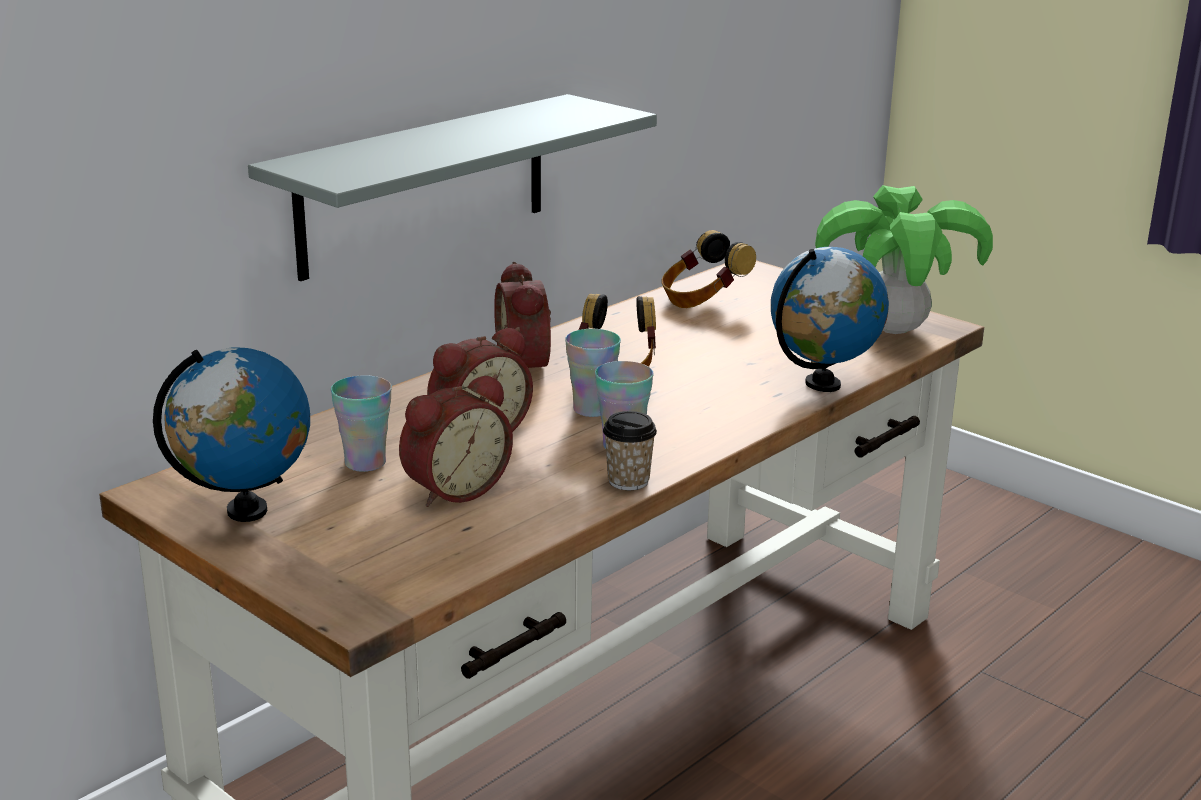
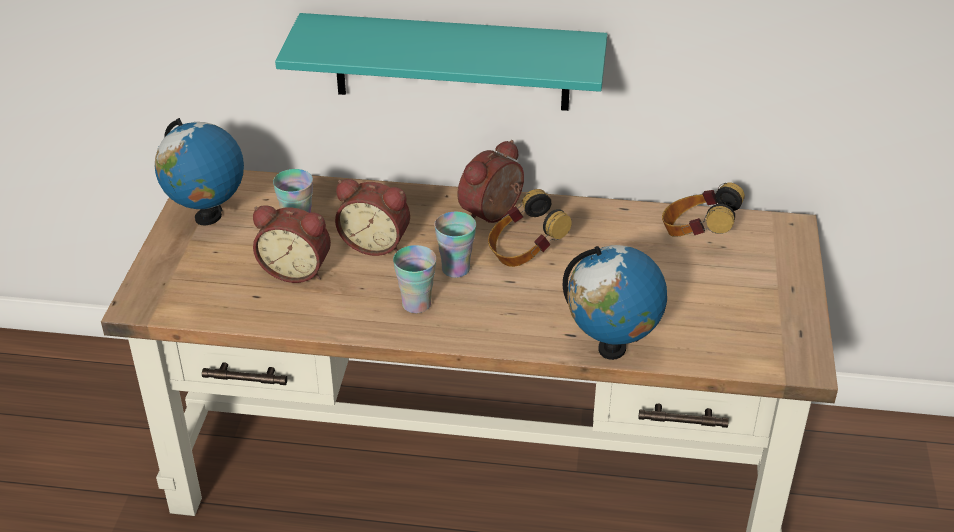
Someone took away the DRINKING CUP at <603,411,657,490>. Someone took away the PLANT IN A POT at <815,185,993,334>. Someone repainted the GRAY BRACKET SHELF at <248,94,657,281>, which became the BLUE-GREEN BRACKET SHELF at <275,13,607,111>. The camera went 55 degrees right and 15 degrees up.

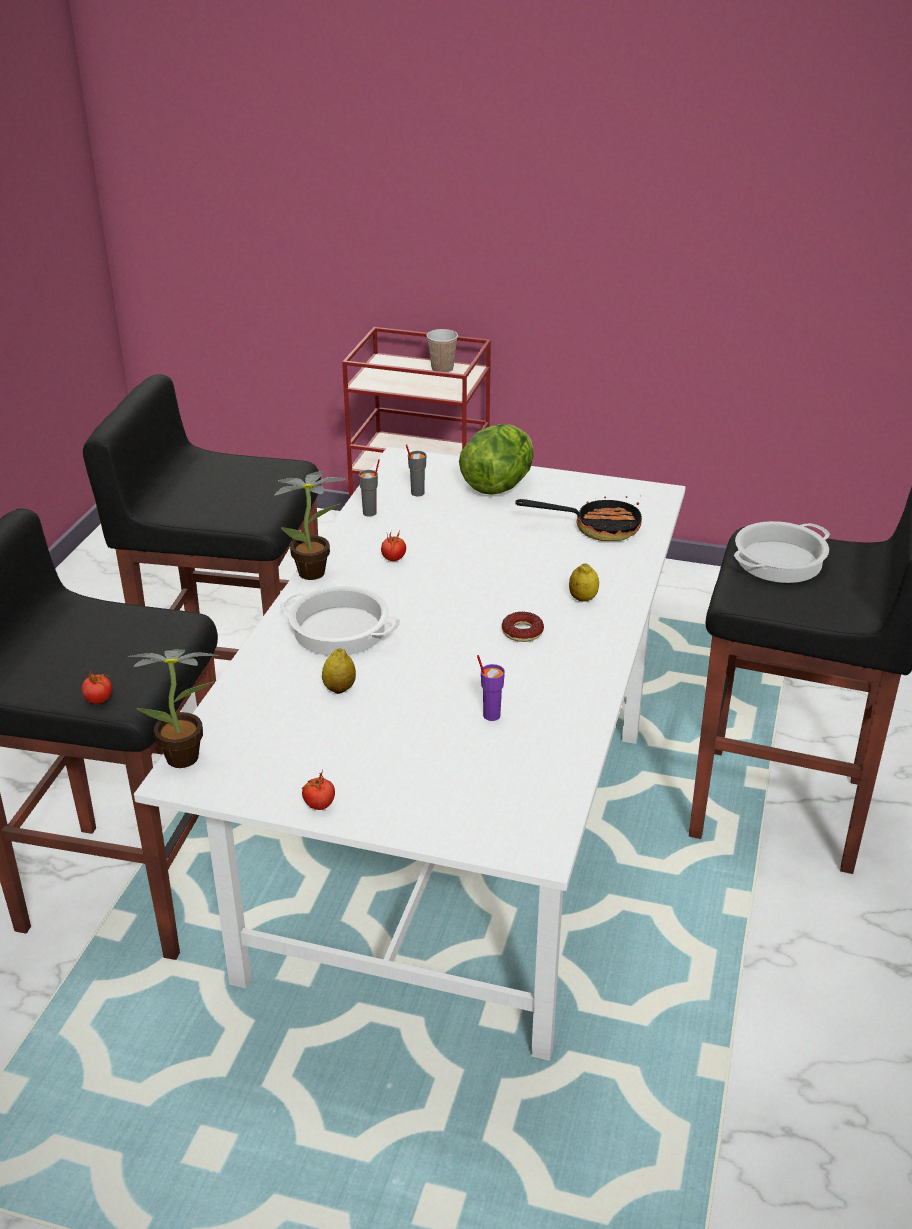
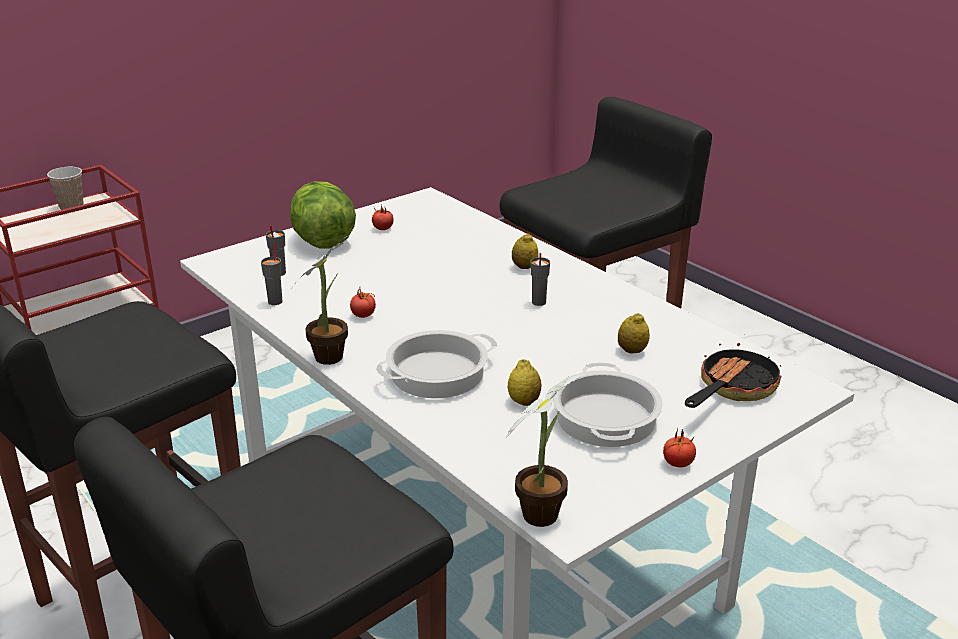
Someone carried the WHOLE TOMATO from <82,669,112,704> to <372,205,394,230>. Someone carried the FRYING PAN from <515,496,642,541> to <685,334,782,408>. Someone carried the STOCKPOT from <734,521,830,583> to <553,363,663,447>. Someone swapped the PURPLISH DRINKING CUP at <477,655,505,721> for the LEMON at <618,313,650,353>. Someone swapped the RING DOUGHNUT at <502,612,544,642> for the GRAY DRINKING CUP at <530,253,550,306>. The camera went 55 degrees left and 5 degrees down.

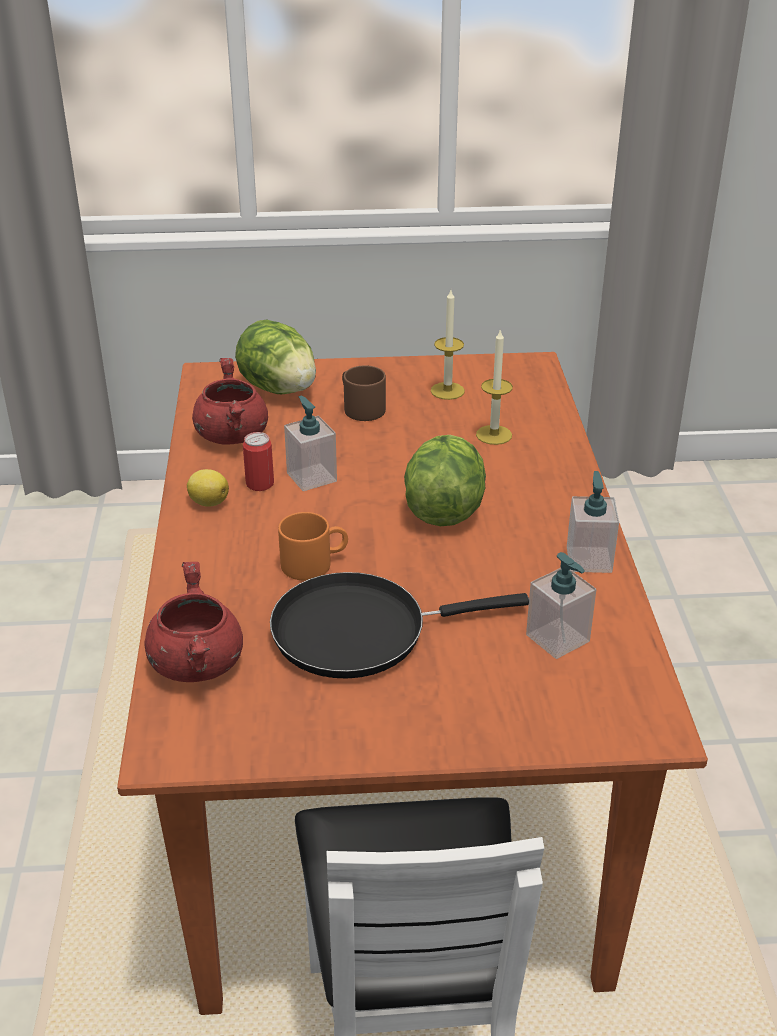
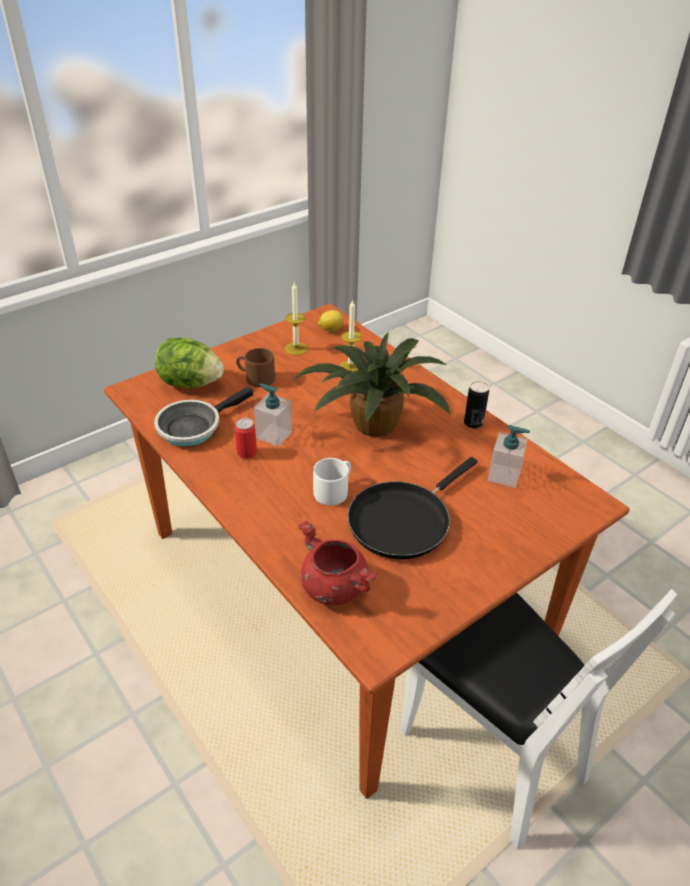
Someone carried the LEMON from <187,469,229,507> to <318,310,343,332>. Someone swapped the RED-COLOURED STOCKPOT at <192,358,268,444> for the FRYING PAN at <154,386,253,447>. Someone swapped the LETTUCE HEAD at <404,435,486,526> for the PLANT IN A POT at <291,331,451,437>. Someone swapped the SOAP DISPENSER at <567,471,619,573> for the CAN at <464,381,489,429>. Someone repainted the ORANGEY COFFEE MUG at <278,512,348,580>, which became the WHITISH COFFEE MUG at <313,458,351,506>. The camera went 35 degrees left and 5 degrees up.

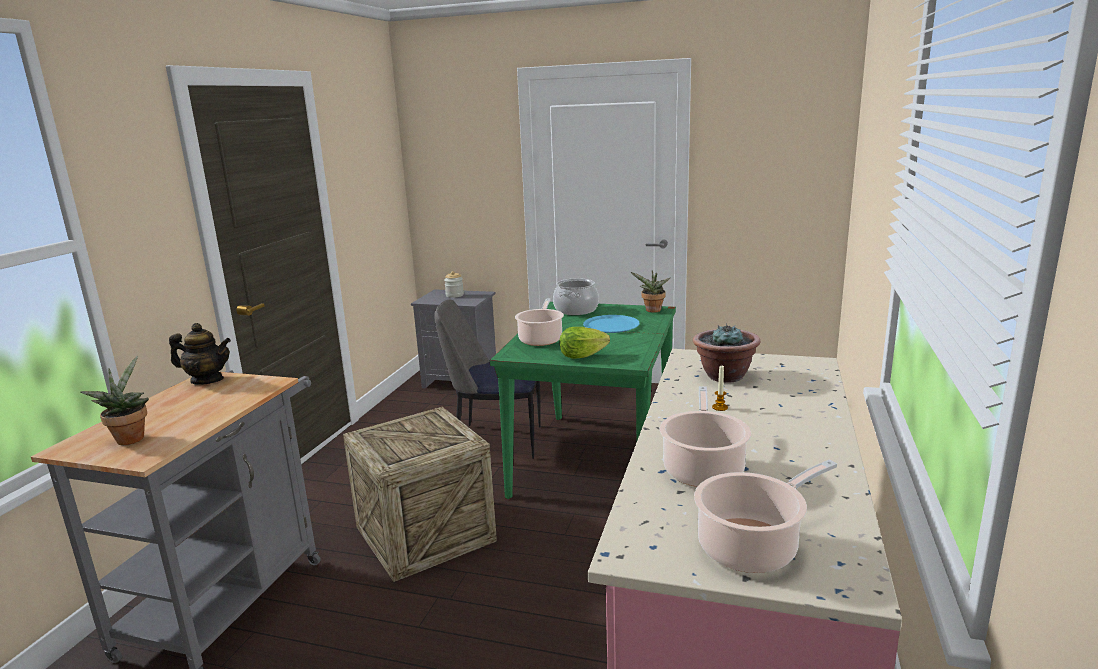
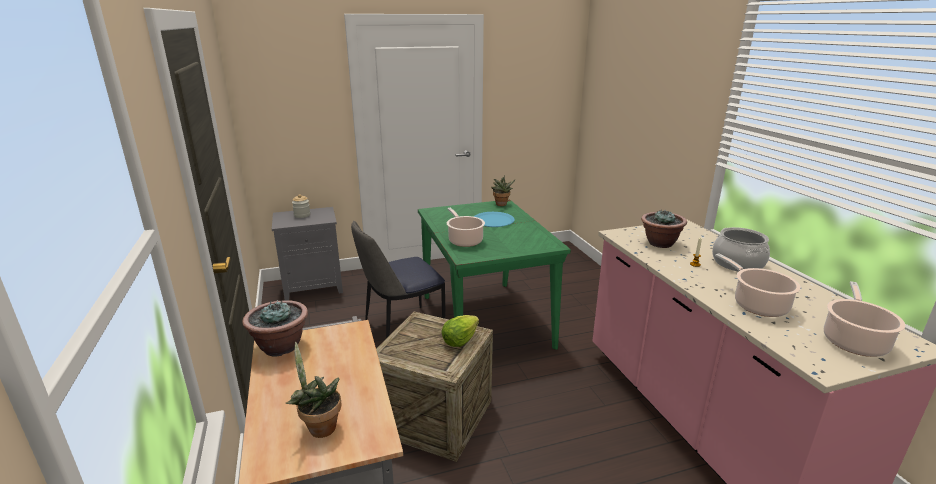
Someone carried the STOCKPOT from <553,278,599,315> to <712,227,770,272>. Someone carried the LETTUCE HEAD from <559,327,610,359> to <442,315,479,347>. Someone swapped the TEA POT at <169,323,231,385> for the PLANT IN A POT at <242,300,308,356>. The camera went 35 degrees left and 5 degrees up.

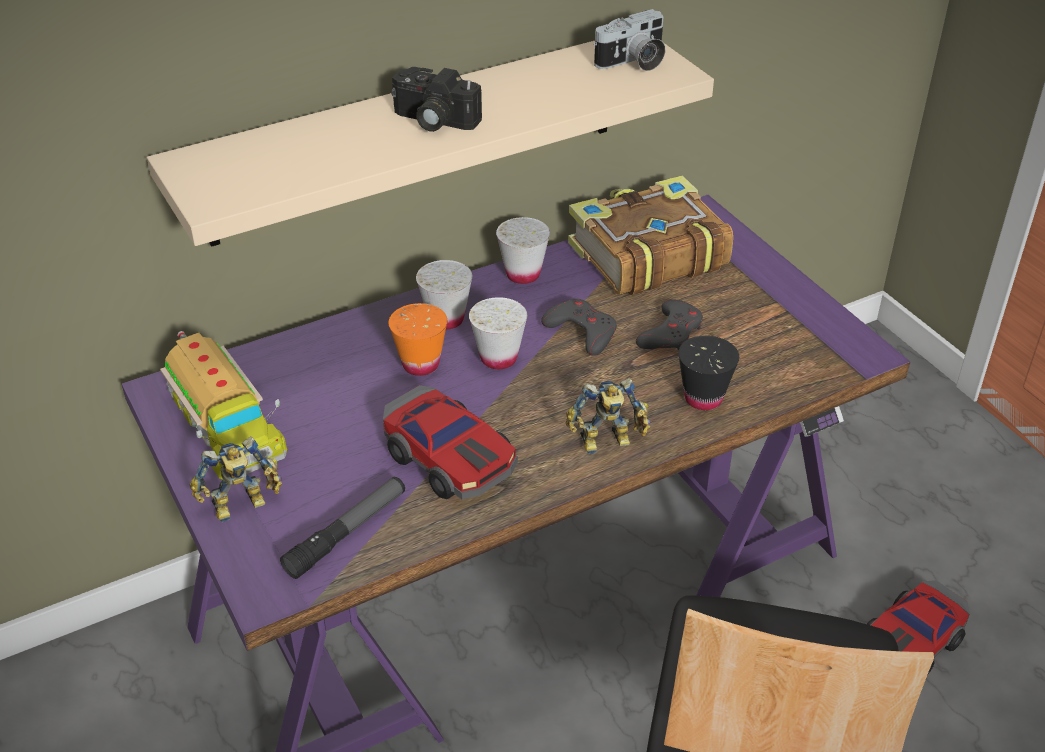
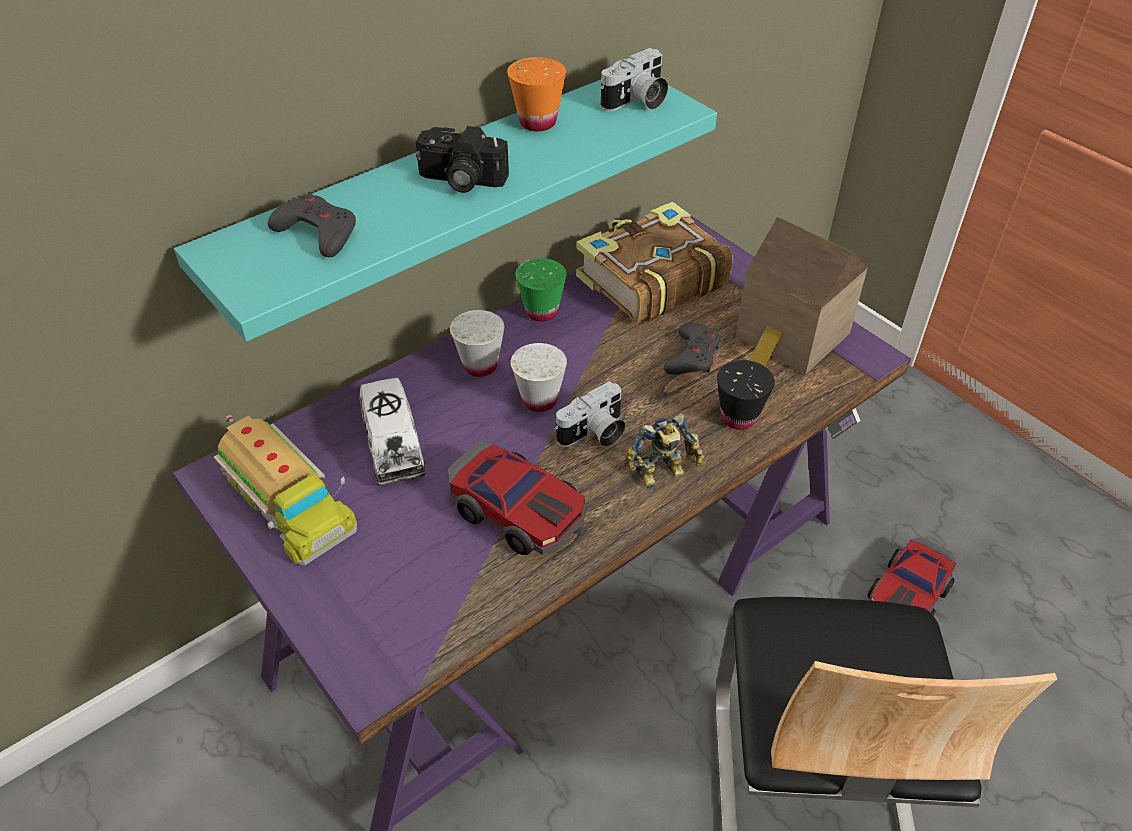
Someone took away the TOY ROBOT at <190,436,282,522>. Someone took away the HAND TORCH at <280,477,405,579>. Someone put down the TOY TRUCK at <359,378,426,486>. Someone put down the STILL CAMERA at <555,381,626,447>. Someone put down the MODEL HOUSE at <736,217,868,375>. Someone carried the ORANGEY DRINKING CUP from <389,303,447,376> to <507,57,566,131>. Someone carried the GRAY JOYPAD from <541,299,617,356> to <268,194,356,257>. Someone repainted the SAND-COLOURED BRACKET SHELF at <147,41,714,247>, which became the BLUE-GREEN BRACKET SHELF at <174,80,717,342>. Someone repainted the WHITISH DRINKING CUP at <496,217,550,284>, which became the GREEN DRINKING CUP at <515,258,567,322>. The camera went 10 degrees left and 5 degrees up.

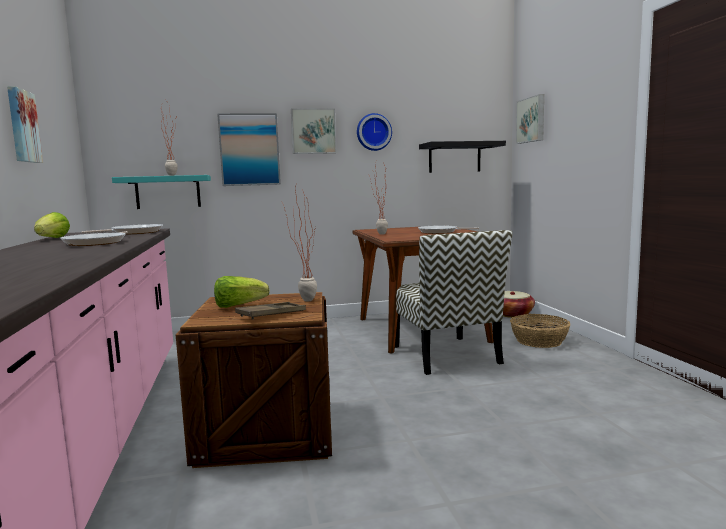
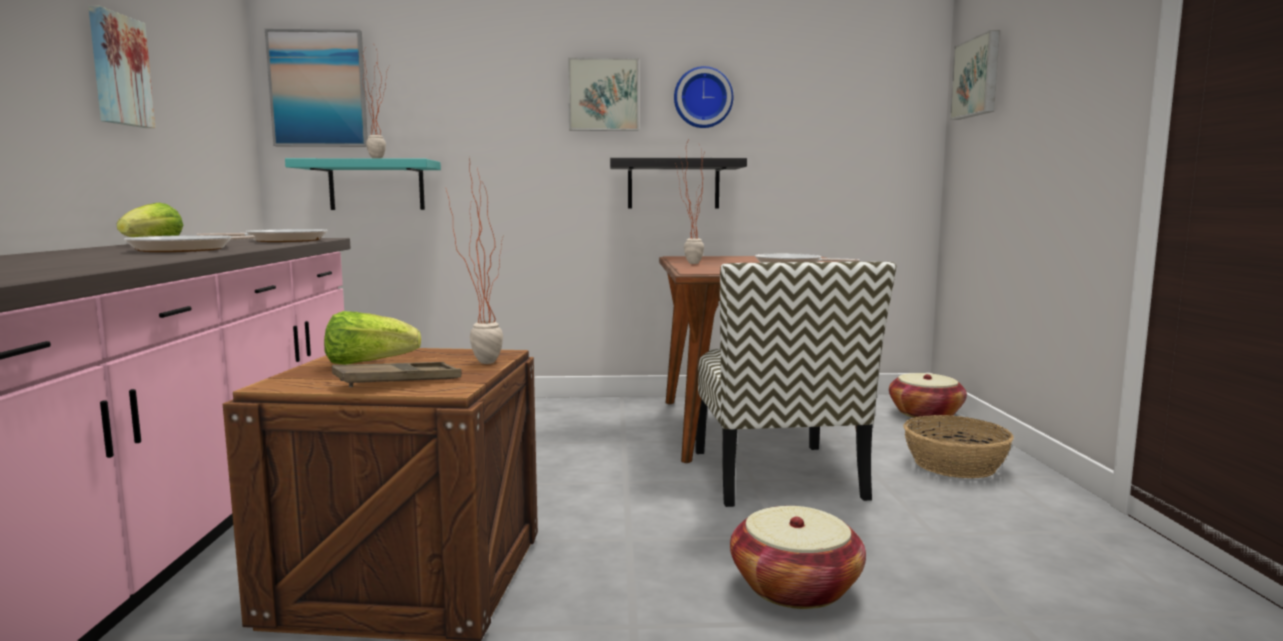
Someone put down the STORAGE BASKET at <730,506,866,609>. Someone carried the WALL PICTURE from <217,113,281,186> to <265,29,368,147>. Someone carried the BLACK-COLOURED BRACKET SHELF from <419,141,506,173> to <610,158,747,209>. The camera went 10 degrees right and 0 degrees up.

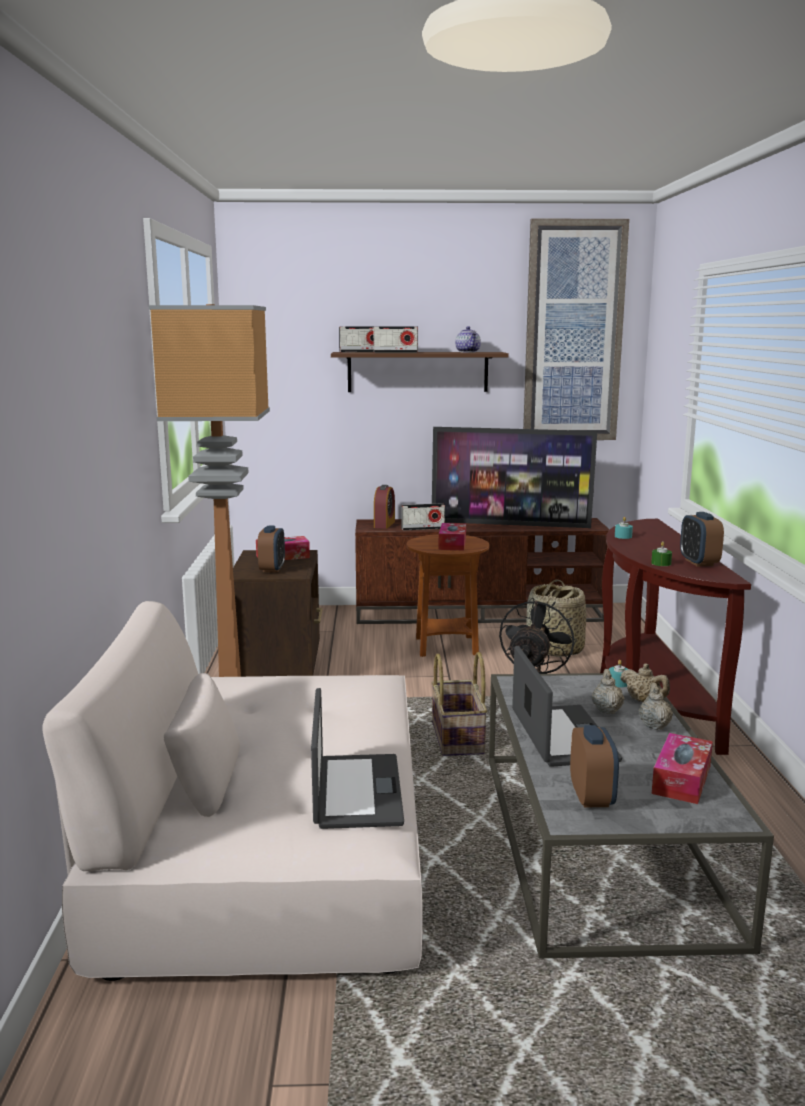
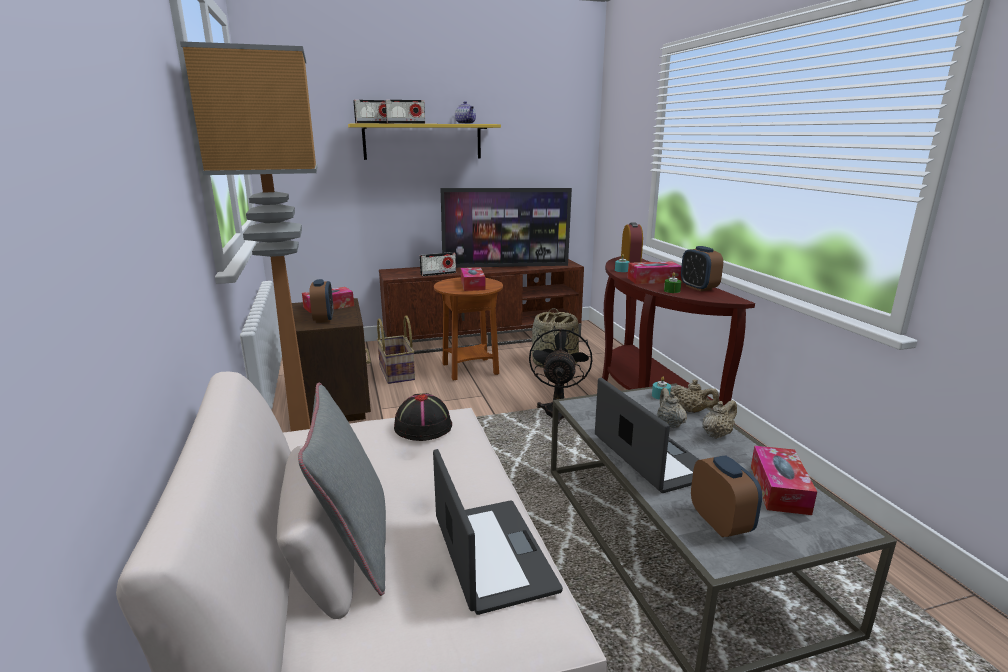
Someone took away the WALL PICTURE at <523,219,629,440>. Someone put down the GRAY THROW PILLOW at <298,382,386,596>. Someone put down the BLACK-COLOURED CLOTHING HAT at <394,393,452,441>. Someone put down the BOX OF TISSUES at <628,261,682,284>. Someone carried the ALARM CLOCK from <374,485,395,529> to <621,223,643,263>. Someone carried the STORAGE BASKET from <431,652,488,756> to <377,315,415,384>. Someone repainted the BROWN-COLOURED BRACKET SHELF at <331,352,509,392>, which became the YELLOW-COLOURED BRACKET SHELF at <348,124,501,160>. Someone rotated the SAND-COLOURED TEA POT at <639,683,673,730> by 60 degrees clockwise. The camera went 15 degrees left and 5 degrees up.

